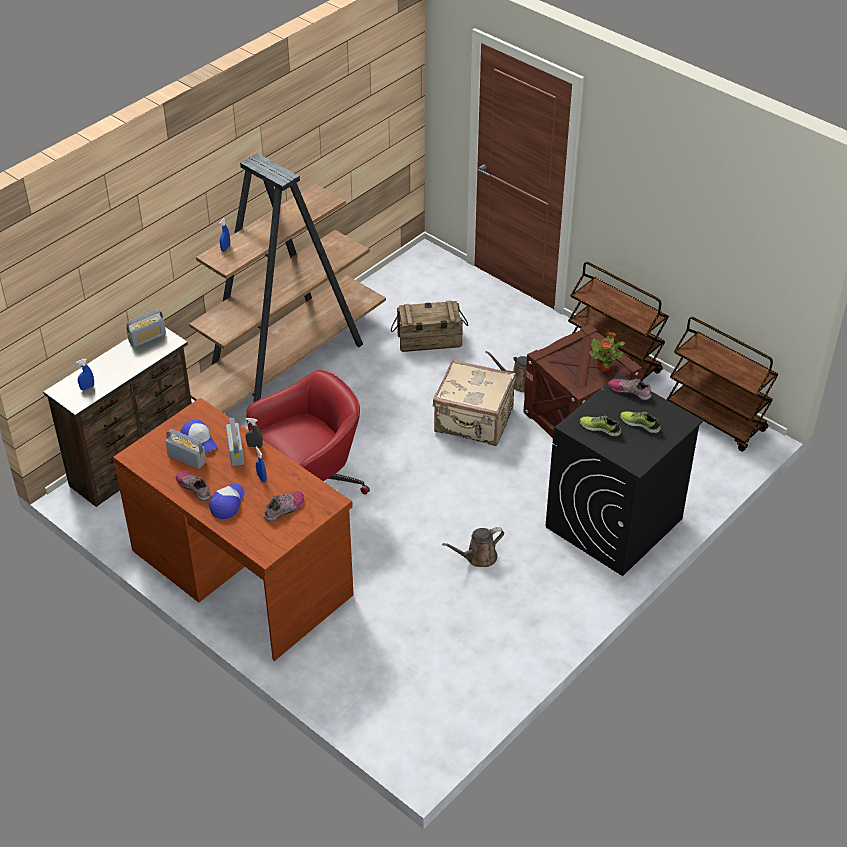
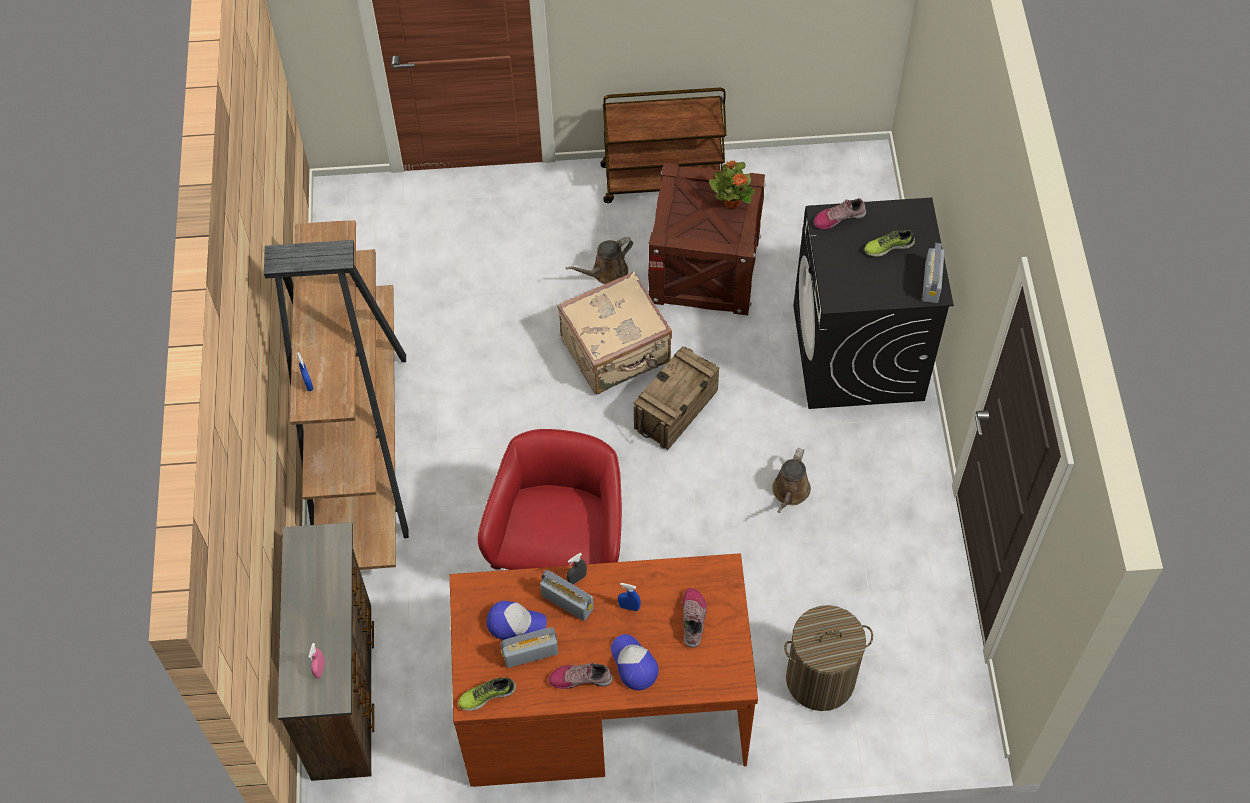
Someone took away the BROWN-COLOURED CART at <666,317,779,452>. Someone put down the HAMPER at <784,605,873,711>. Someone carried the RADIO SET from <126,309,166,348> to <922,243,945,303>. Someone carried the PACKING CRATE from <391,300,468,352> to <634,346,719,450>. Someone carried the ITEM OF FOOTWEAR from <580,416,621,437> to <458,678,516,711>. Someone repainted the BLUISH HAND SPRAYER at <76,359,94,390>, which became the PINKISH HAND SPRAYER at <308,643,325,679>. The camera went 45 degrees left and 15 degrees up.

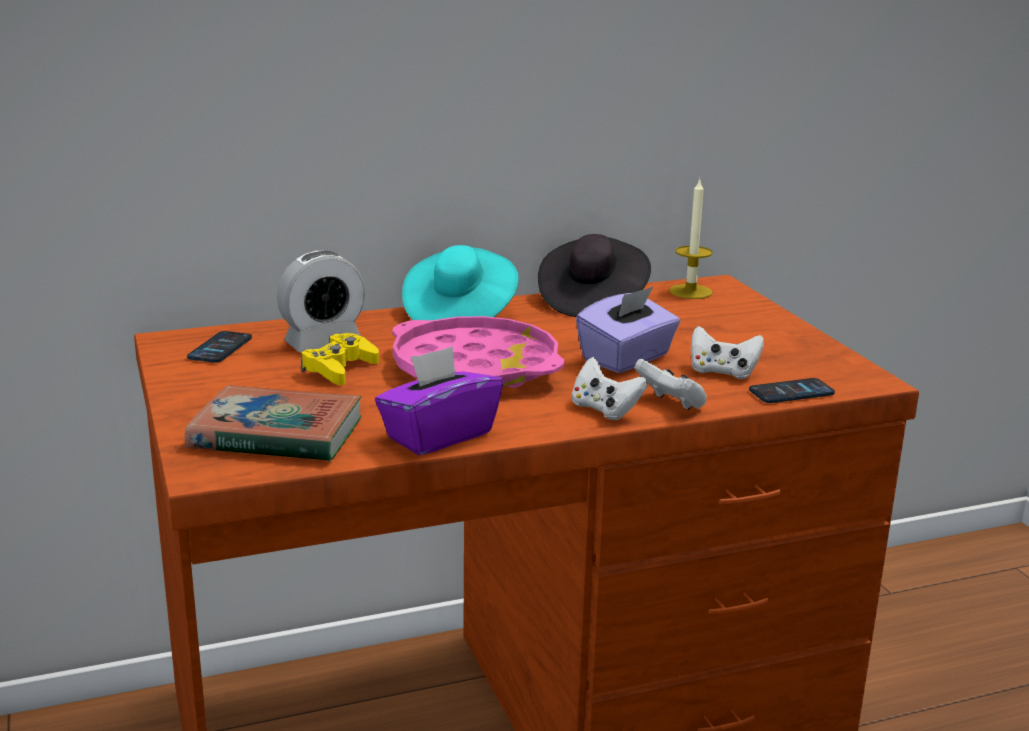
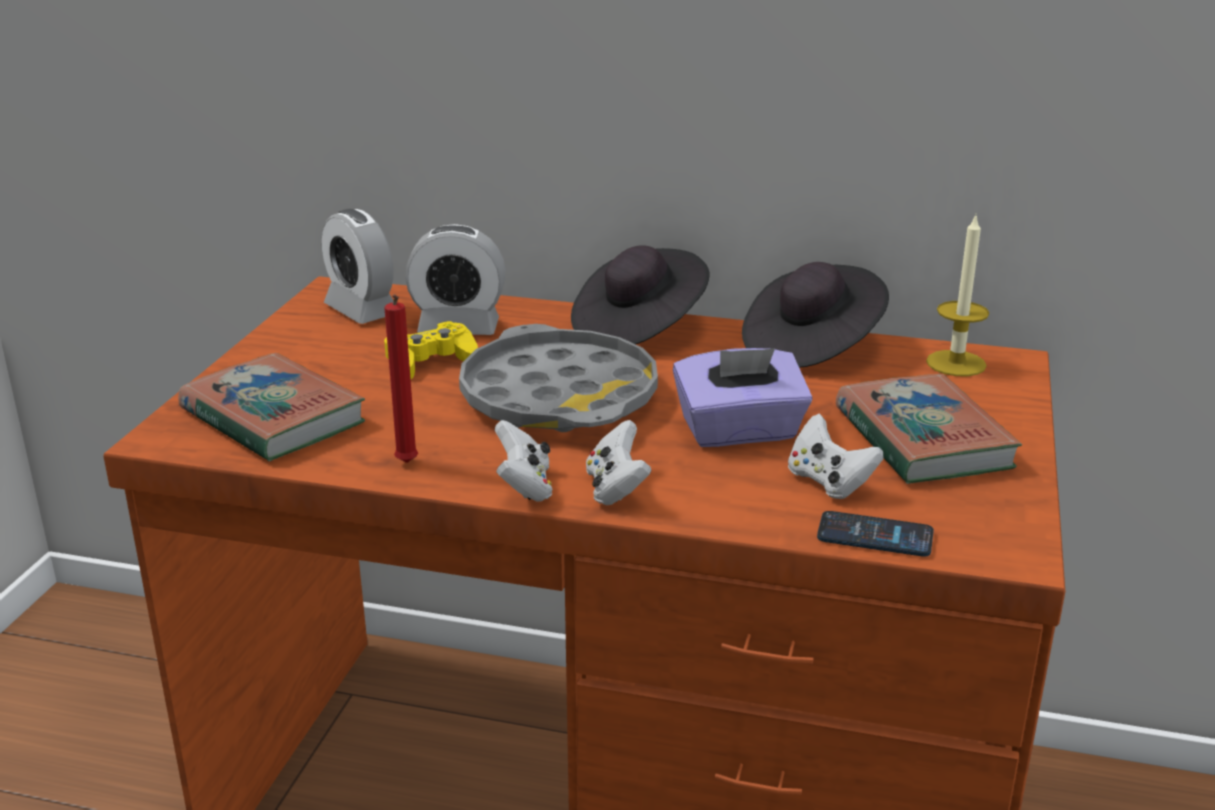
Someone put down the BOUND BOOK at <836,374,1022,484>. Someone carried the WHITISH JOYPAD from <634,358,707,410> to <495,420,552,502>. Someone swapped the TELEPHONE at <187,331,252,363> for the ALARM CLOCK at <322,209,394,324>. Someone swapped the PURPLISH BOX OF TISSUES at <375,346,503,455> for the RED-COLOURED WAX LIGHT at <384,294,418,463>. Someone repainted the PINKISH TRAY at <392,316,564,388>, which became the GRAY TRAY at <459,324,658,432>. Someone repainted the BLUE-GREEN CLOTHING HAT at <402,245,519,320>, which became the BLACK-COLOURED CLOTHING HAT at <571,245,710,344>. The camera went 35 degrees right and 5 degrees up.

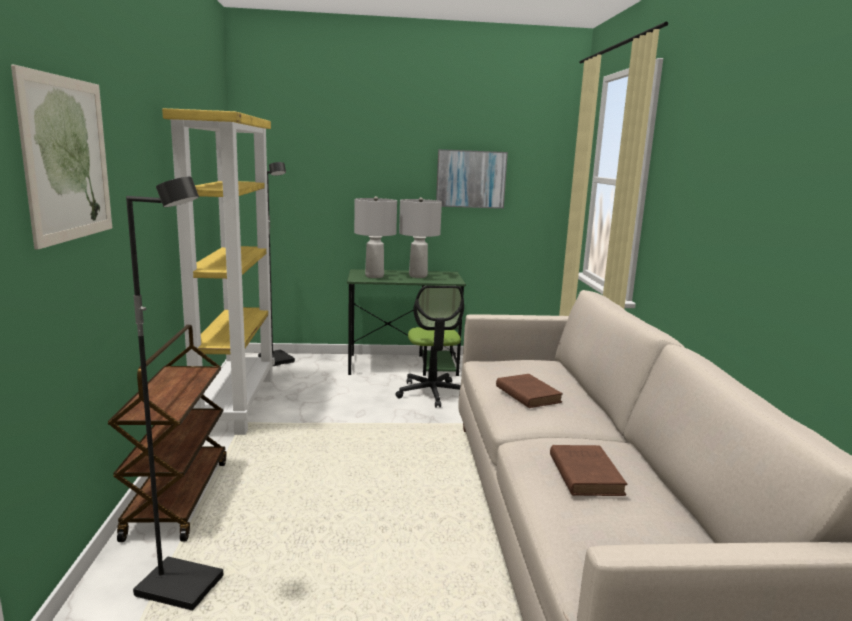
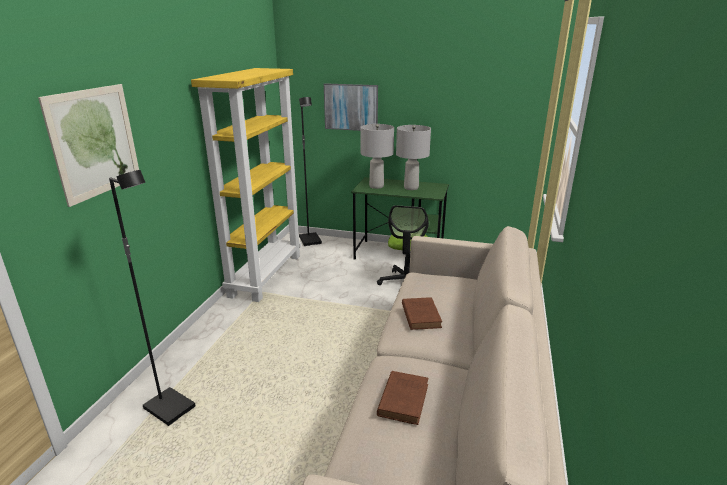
Someone took away the BROWN-COLOURED CART at <108,325,226,542>. Someone carried the WALL PICTURE from <436,149,508,209> to <324,83,378,131>. The camera went 20 degrees right and 10 degrees up.

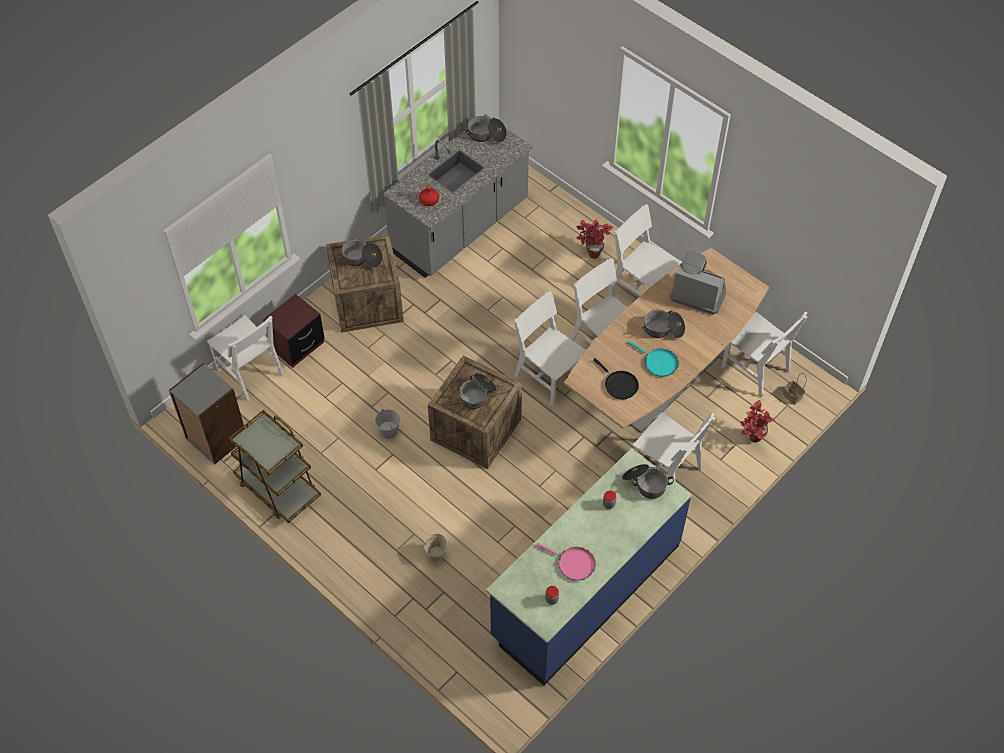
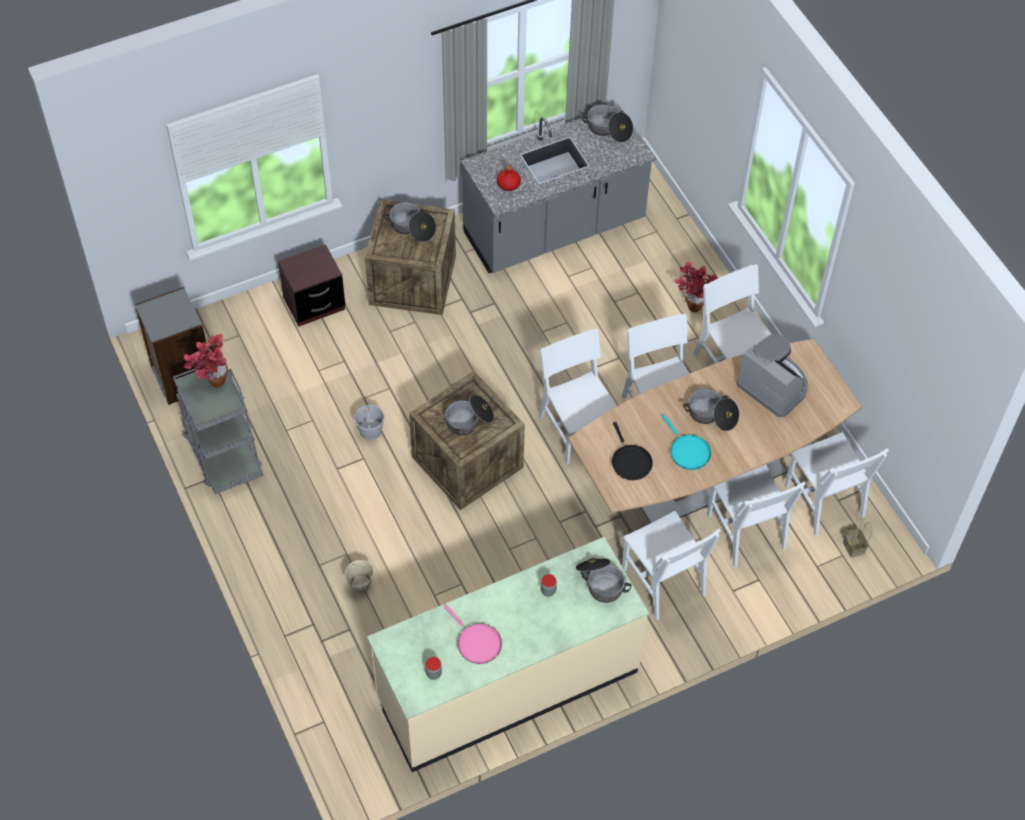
Someone carried the WHITISH CHAIR from <207,315,284,401> to <707,465,806,567>. Someone carried the PLANT IN A POT from <740,400,775,443> to <183,334,228,387>. Someone repainted the BROWN-COLOURED CART at <229,410,321,523>, which became the GRAY CART at <173,368,263,494>. Someone repainted the BLUISH KITCHEN COUNTER at <486,448,692,686>, which became the SAND-COLOURED KITCHEN COUNTER at <367,537,649,772>. The camera went 20 degrees right and 0 degrees up.

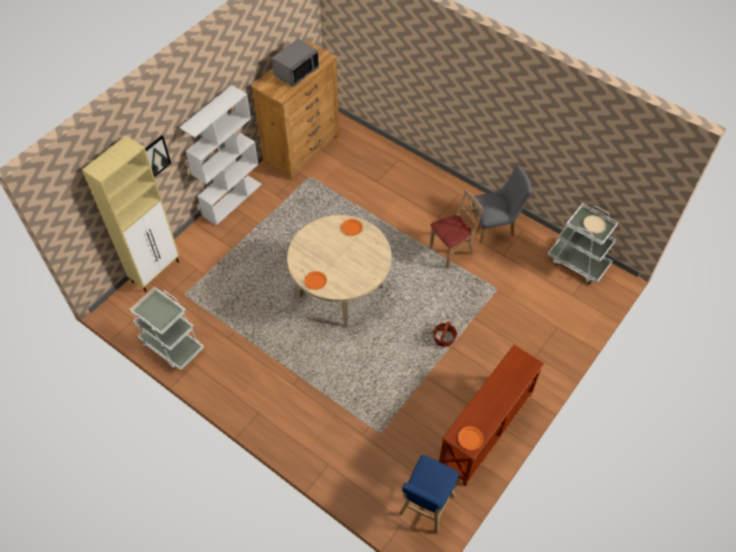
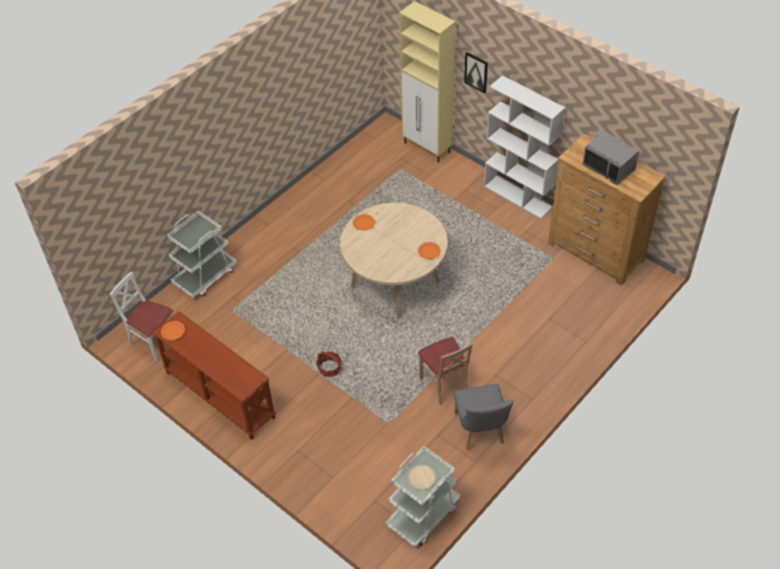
Someone carried the WHITISH CART from <130,287,204,370> to <167,211,237,298>. Someone swapped the BLUISH STOOL at <399,455,459,534> for the WHITISH CHAIR at <109,272,173,361>. The camera went 95 degrees right and 5 degrees down.

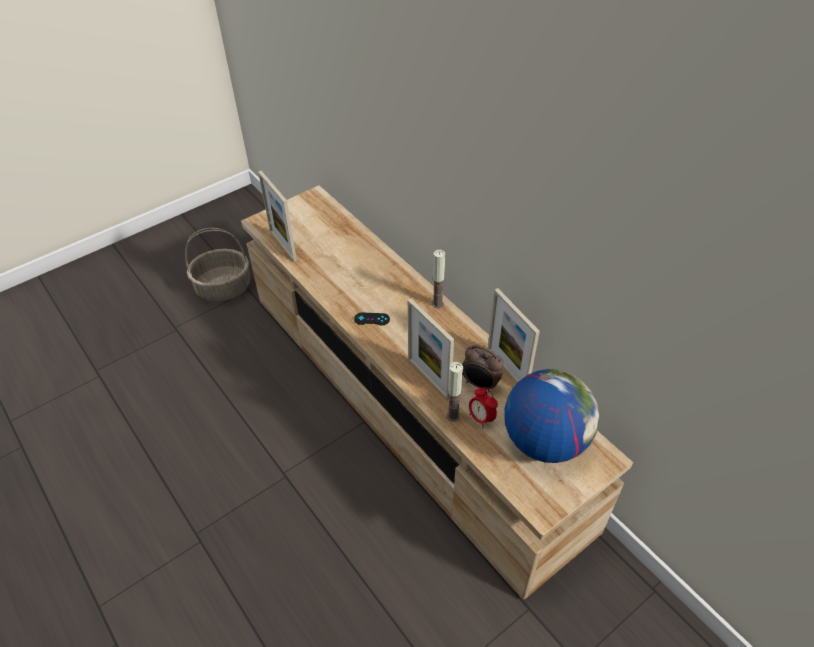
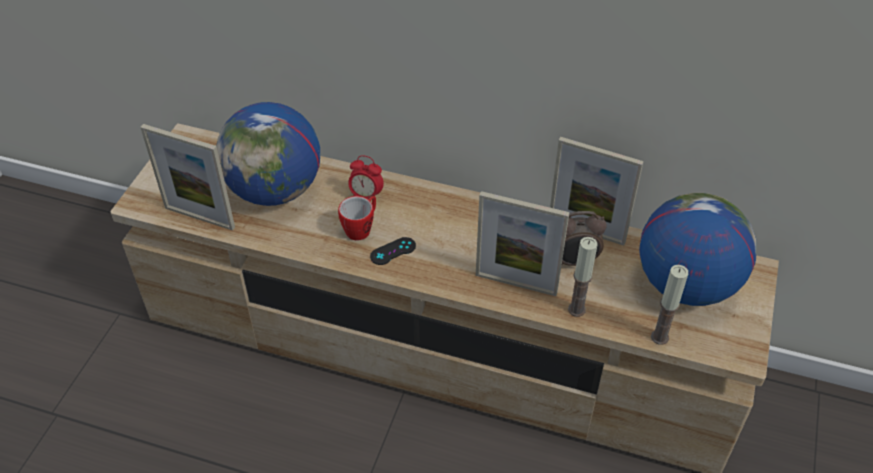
Someone took away the STORAGE BASKET at <185,228,250,301>. Someone put down the GLOBE at <217,102,320,206>. Someone put down the COFFEE MUG at <338,195,376,240>. Someone carried the WAX LIGHT from <432,250,445,308> to <651,265,688,345>. Someone carried the ALARM CLOCK from <469,387,498,428> to <348,155,384,198>. The camera went 35 degrees left and 0 degrees up.

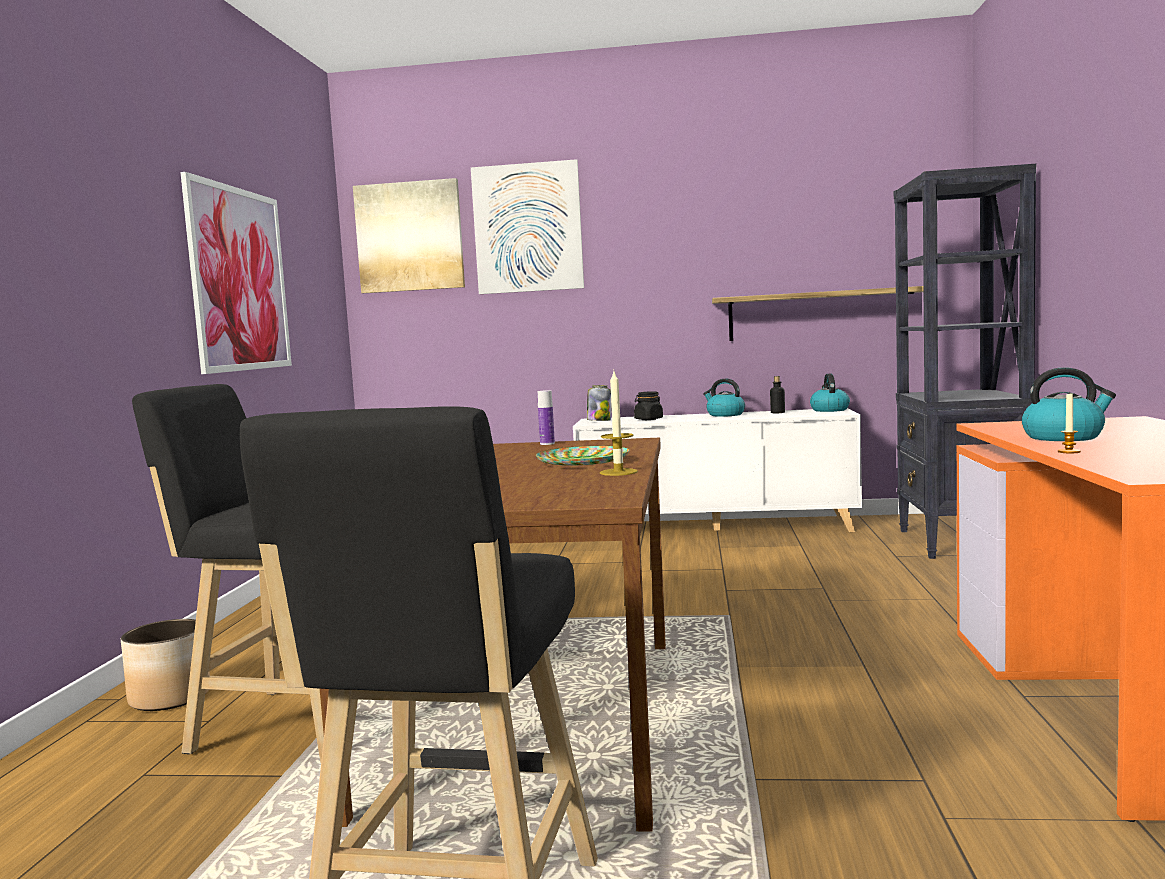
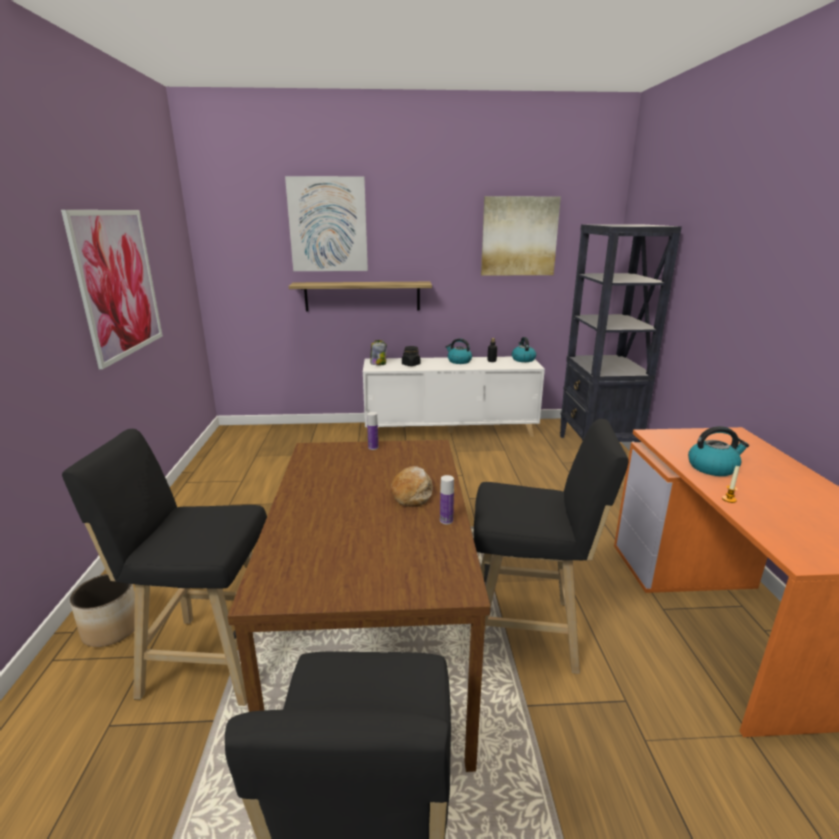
Someone put down the BLACK-COLOURED STOOL at <474,419,629,674>. Someone carried the WALL PICTURE from <353,178,465,293> to <481,196,561,276>. Someone carried the BRACKET SHELF from <712,286,924,341> to <289,282,432,311>. Someone swapped the PLATE at <536,446,629,466> for the BREAD at <390,466,433,507>. Someone swapped the WAX LIGHT at <600,372,638,476> for the BOTTLE at <440,475,454,525>. The camera went 10 degrees left and 15 degrees up.

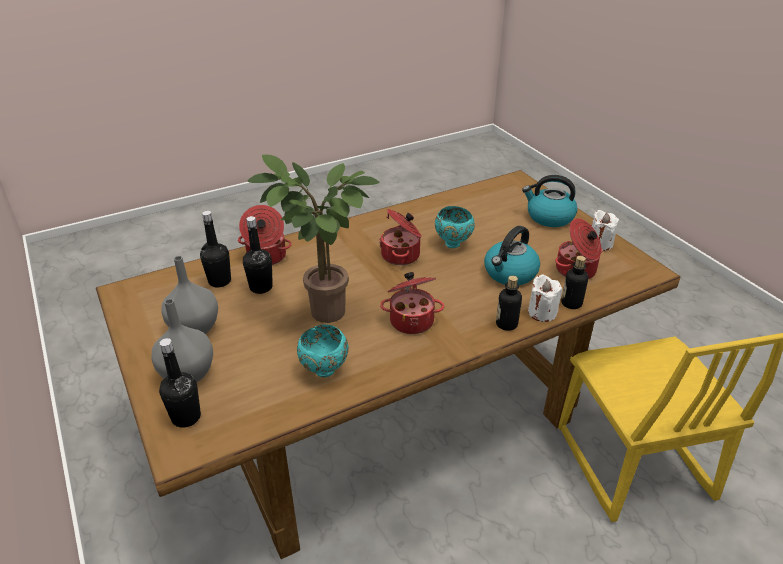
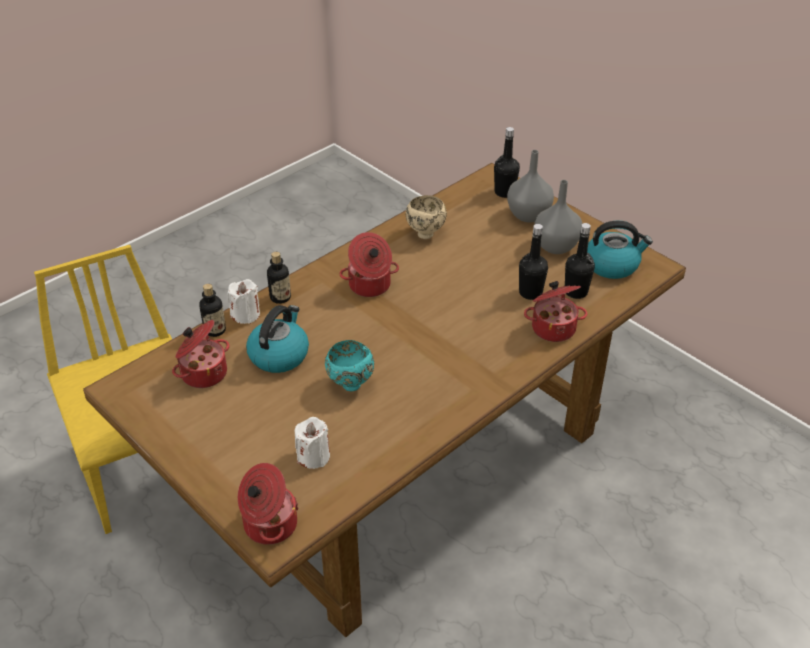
Someone took away the PLANT IN A POT at <247,155,380,323>. Someone carried the STOCKPOT from <379,209,422,265> to <238,463,298,545>. Someone carried the KETTLE from <522,175,578,227> to <587,221,653,279>. Someone carried the WHITISH WAX LIGHT from <592,210,619,251> to <295,417,330,469>. Someone repainted the BLUE-GREEN BOWL at <297,325,348,377>, which became the SAND-COLOURED BOWL at <406,195,447,239>. The camera went 165 degrees right and 5 degrees up.

